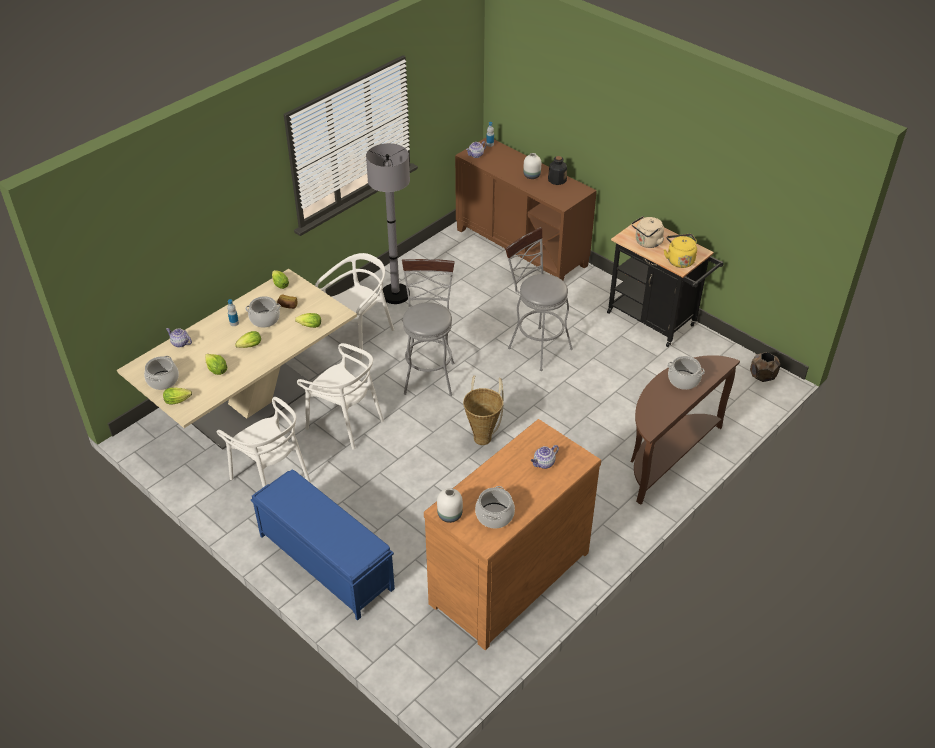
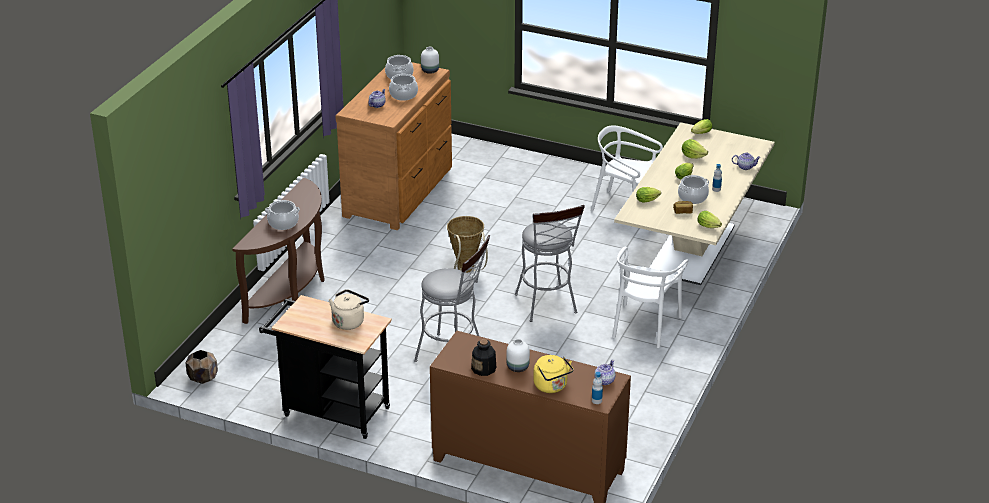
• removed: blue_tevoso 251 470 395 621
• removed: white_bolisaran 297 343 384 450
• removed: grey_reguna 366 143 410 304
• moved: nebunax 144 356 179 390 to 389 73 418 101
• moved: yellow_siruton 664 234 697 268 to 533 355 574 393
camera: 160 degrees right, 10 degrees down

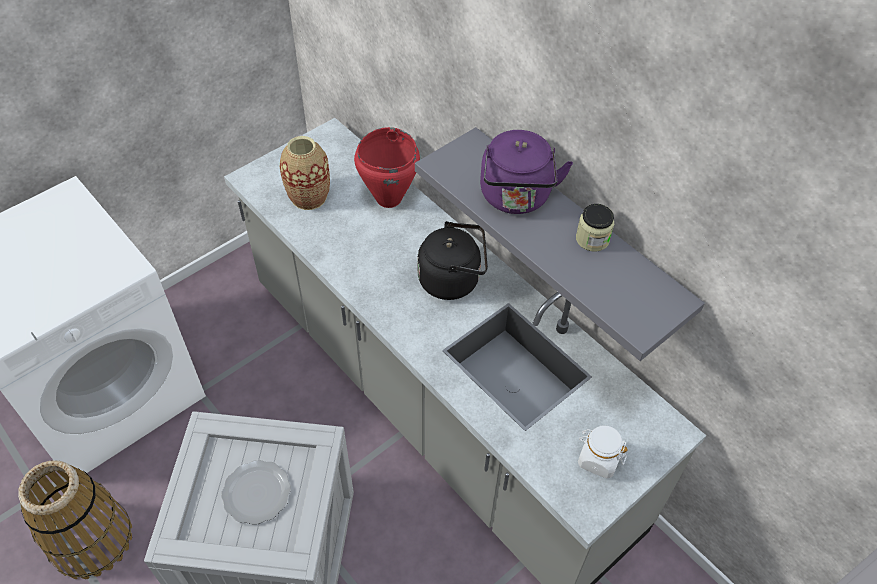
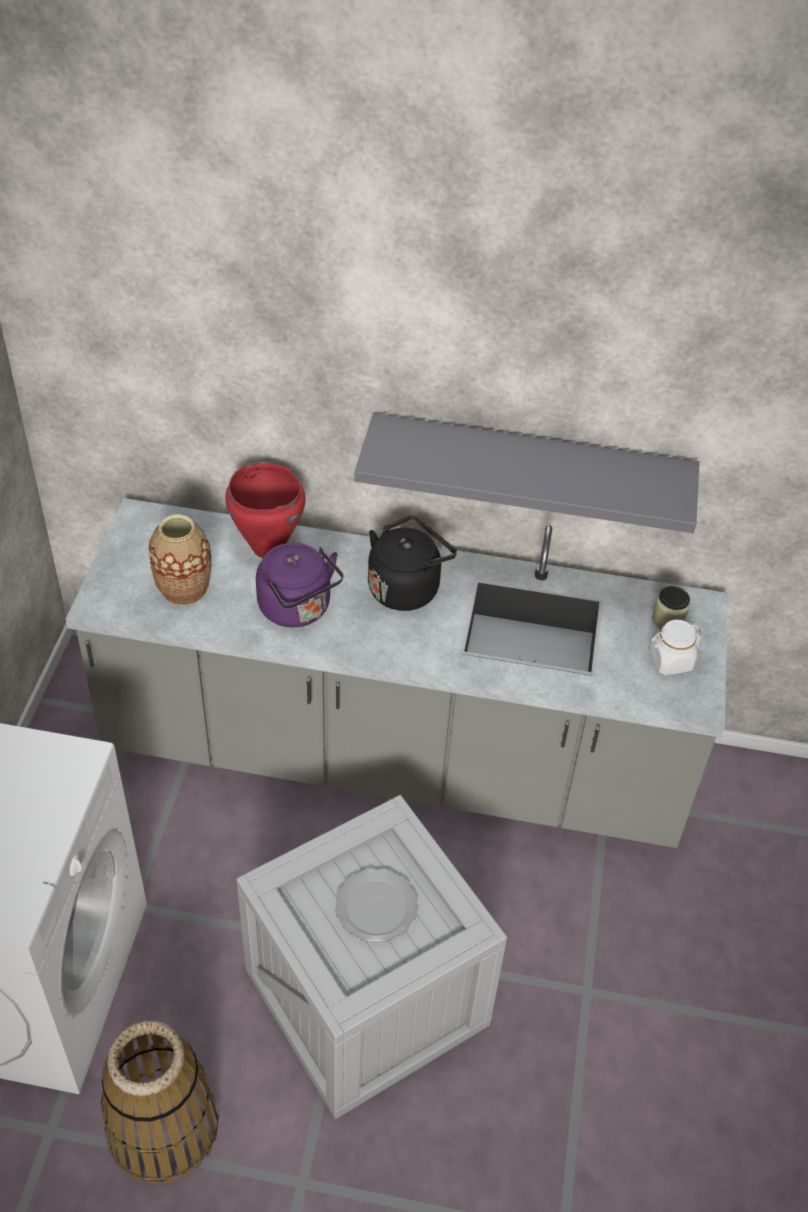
• moved: purple_siruton 480 130 573 214 to 256 543 343 627
• moved: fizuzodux 576 204 614 252 to 652 586 690 629
camera: 40 degrees left, 5 degrees down

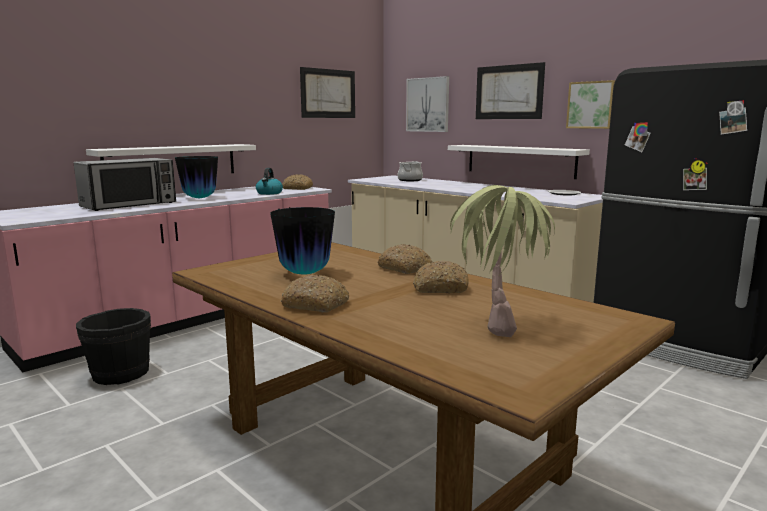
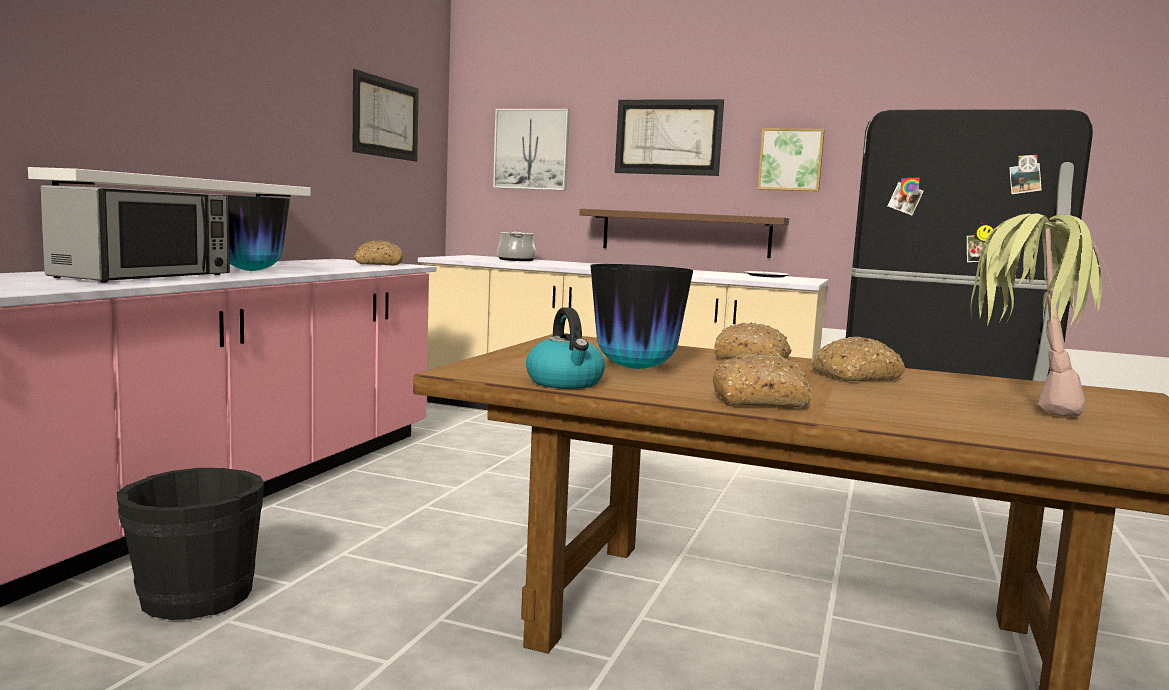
• moved: siruton 256 168 283 195 to 526 308 605 389
• recoloured: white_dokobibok 448 145 590 179 to brown_dokobibok 580 209 789 258
camera: 25 degrees left, 5 degrees down

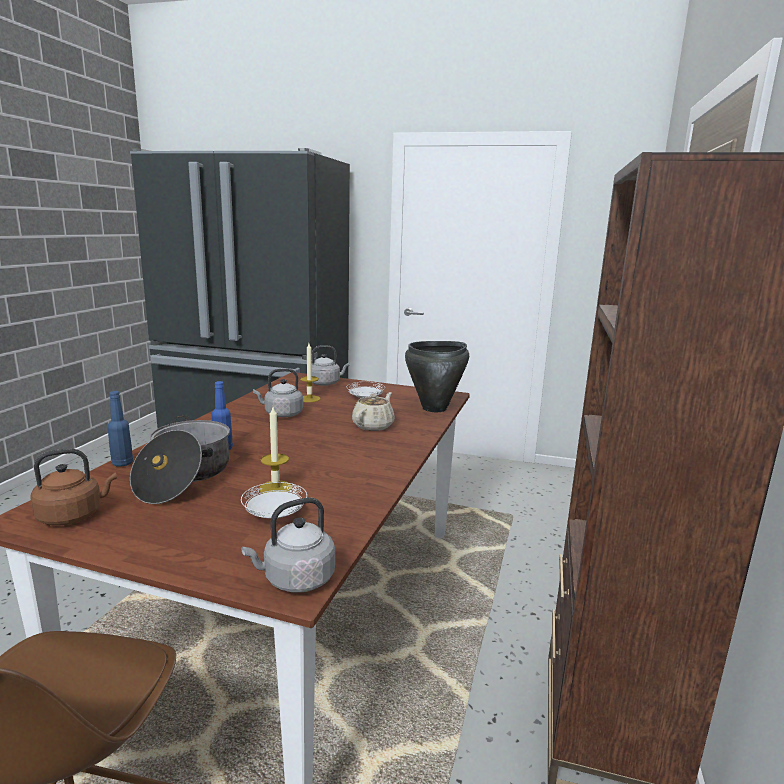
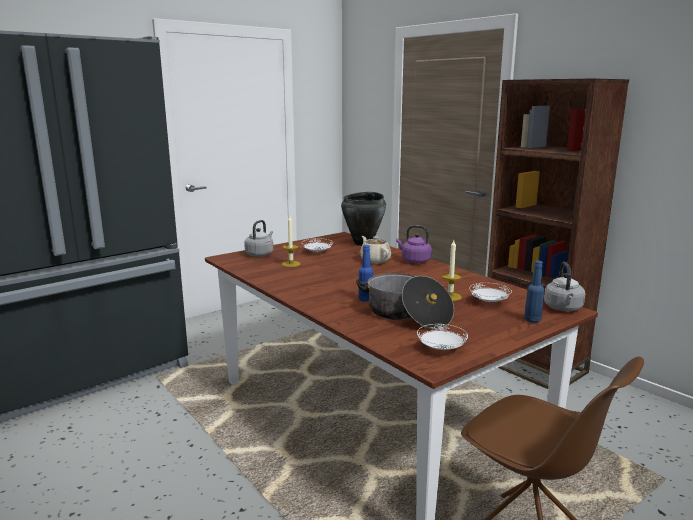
• removed: grey_siruton 253 368 303 417
• added: purple_siruton 396 225 432 263
• moved: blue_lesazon 107 391 133 467 to 524 261 544 323
• replaced: brown_siruton 30 449 117 525 to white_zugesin 417 324 468 350
camera: 55 degrees left, 0 degrees up

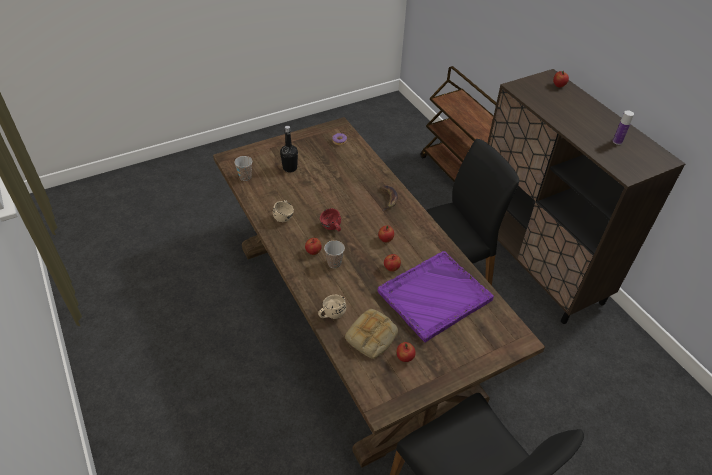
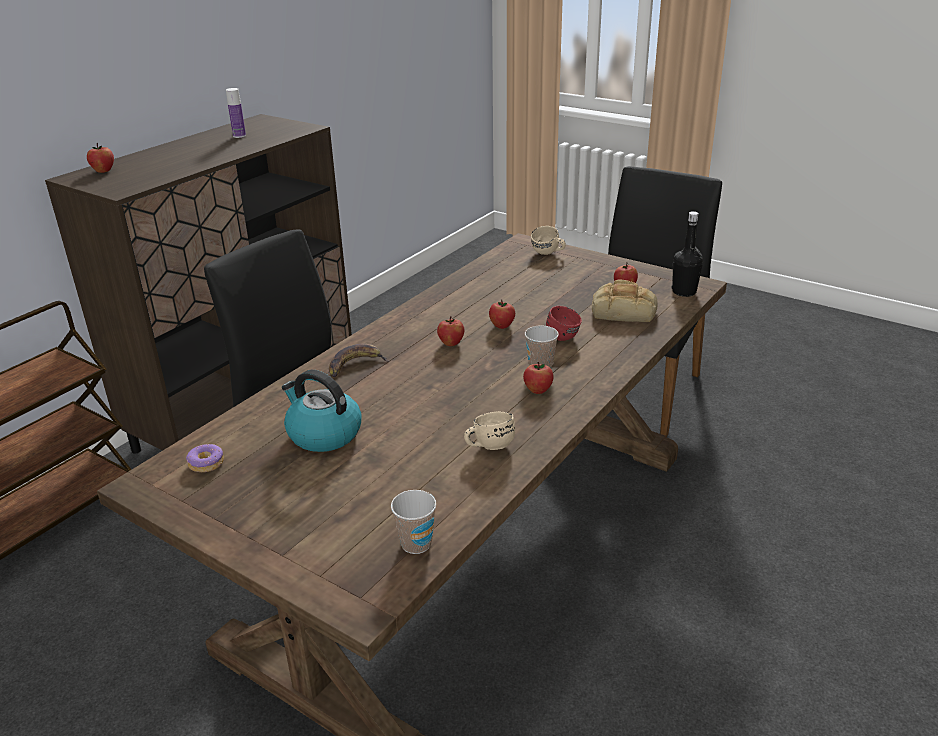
• removed: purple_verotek 378 251 494 343
• added: siruton 282 370 362 452
• moved: black_lesazon 280 126 298 172 to 672 211 703 297
• moved: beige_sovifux 318 295 346 319 to 531 226 566 255
• moved: red_sovifux 320 208 341 231 to 546 306 582 341
camera: 115 degrees left, 15 degrees down

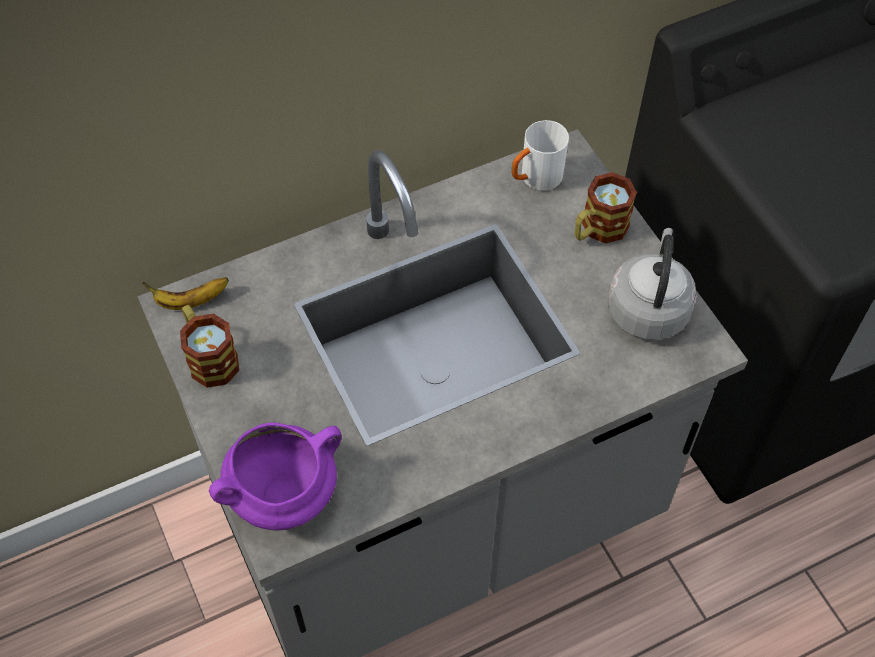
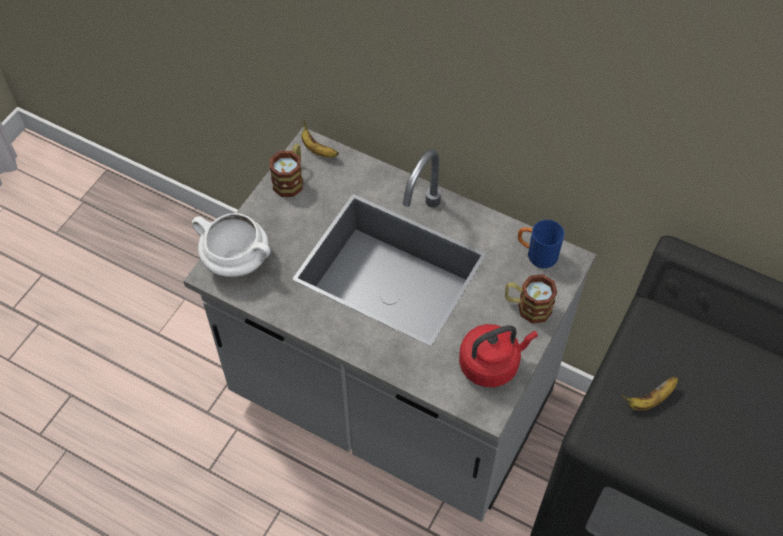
• added: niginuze 621 377 678 411
• recoloured: purple_nebunax 209 422 342 531 to white_nebunax 192 213 271 277
• recoloured: white_sovifux 512 120 569 190 to blue_sovifux 518 220 564 268
• recoloured: grey_siruton 608 228 697 340 to red_siruton 459 324 538 387
camera: 55 degrees right, 0 degrees up

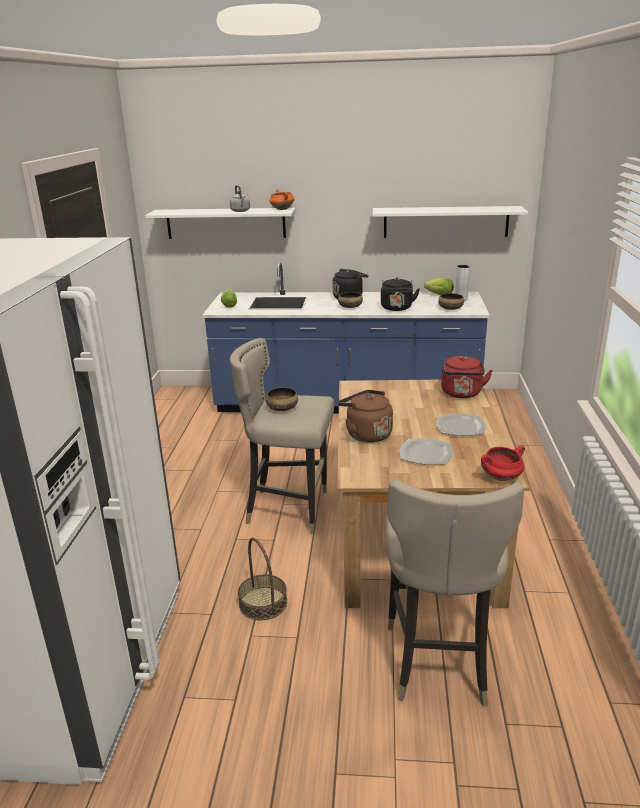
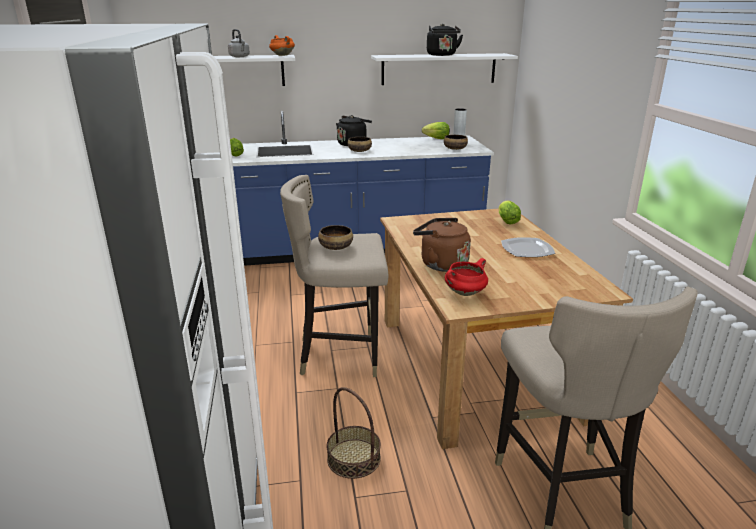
• removed: zugesin 400 439 453 465
• moved: black_siruton 381 278 420 311 to 427 24 463 56
• moved: red_nebunax 481 445 525 481 to 445 258 488 296
• replaced: red_siruton 441 356 493 398 to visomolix 499 201 521 225
camera: 15 degrees left, 0 degrees up

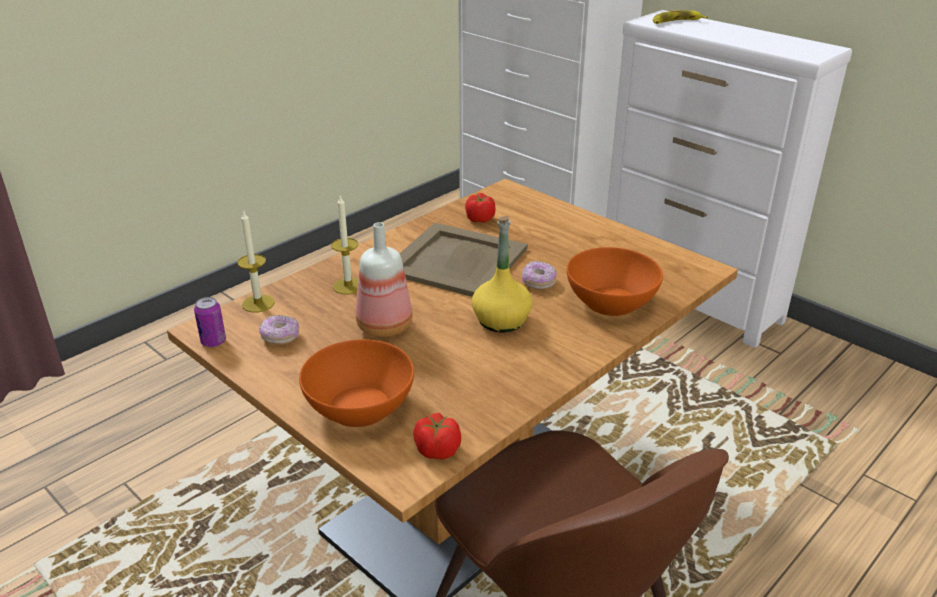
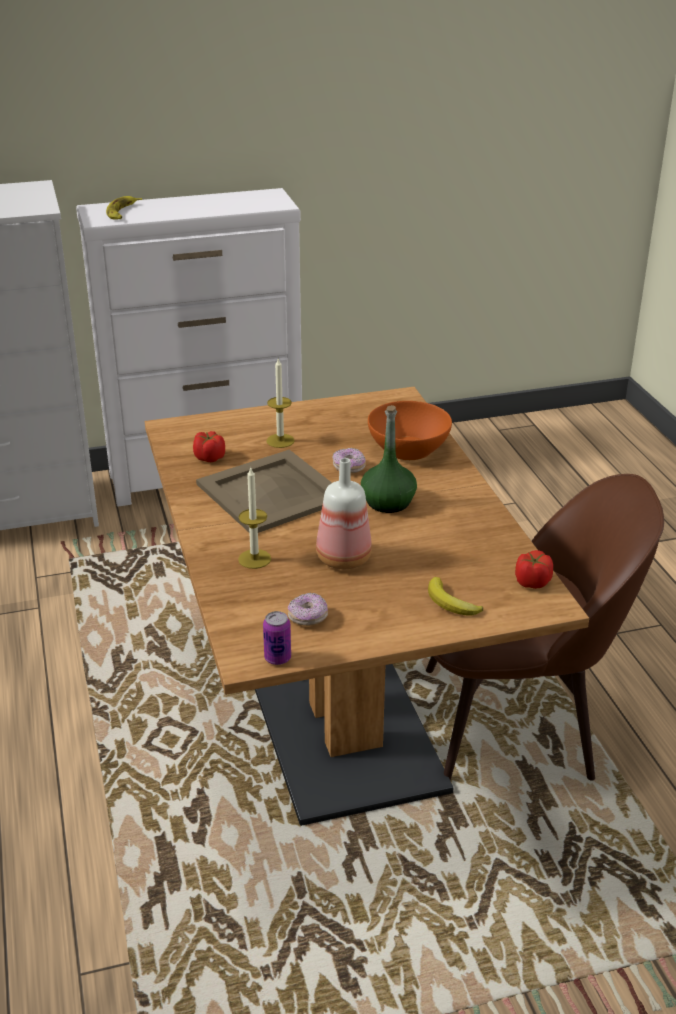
• moved: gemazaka 237 210 275 313 to 266 359 295 448
• replaced: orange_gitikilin 299 339 414 427 to niginuze 428 577 483 615
• recoloured: yellow_lesazon 472 216 533 332 to green_lesazon 361 405 417 513
camera: 60 degrees left, 0 degrees up

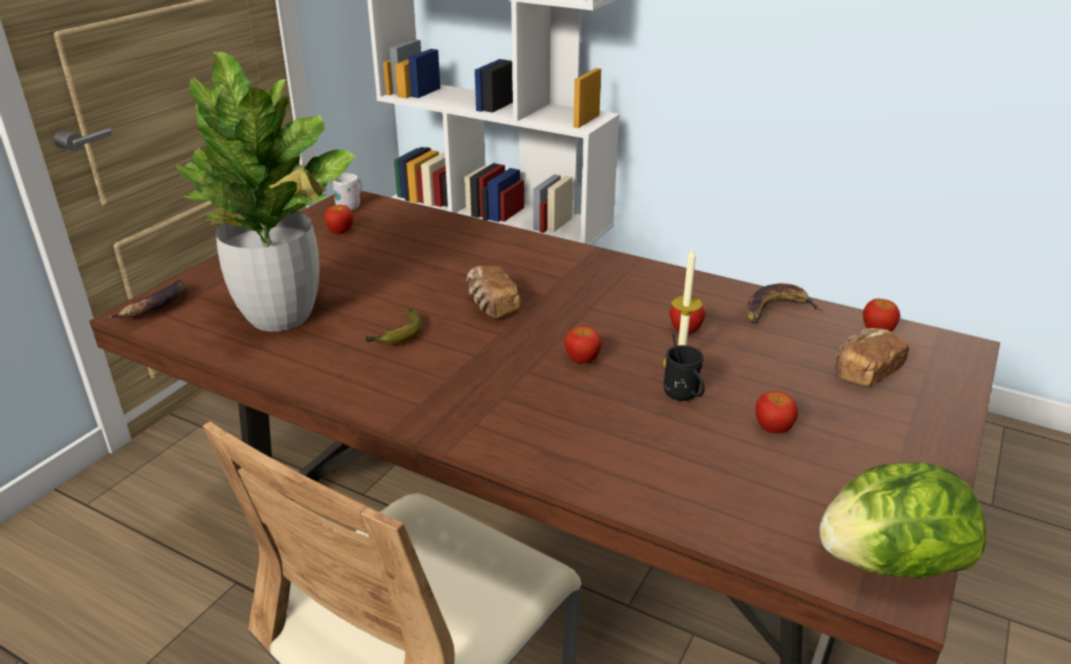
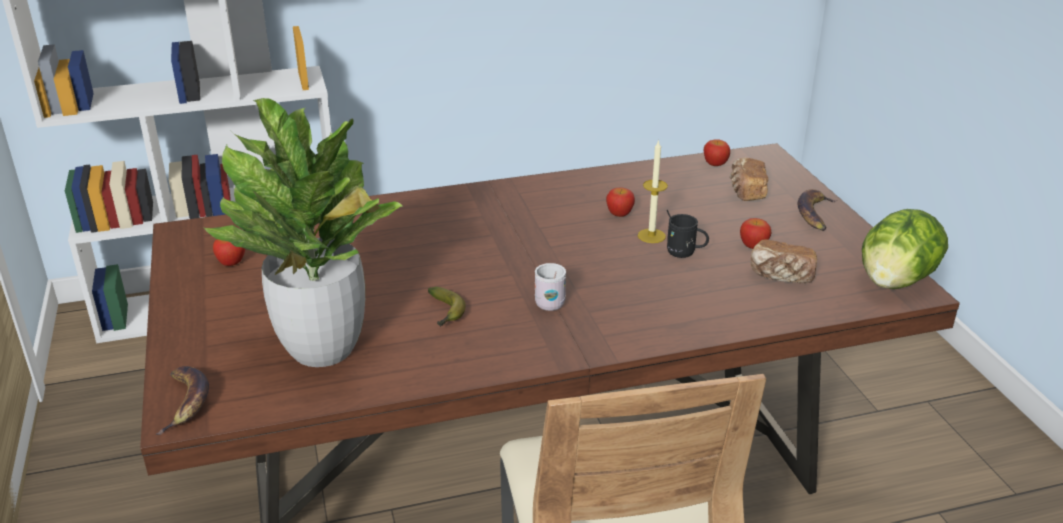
• removed: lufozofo 565 326 602 364
• moved: white_sovifux 332 173 362 211 to 535 263 566 311
• moved: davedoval 466 266 521 318 to 750 239 817 283
• moved: niginuze 746 283 823 324 to 797 189 837 231
camera: 45 degrees left, 0 degrees up

